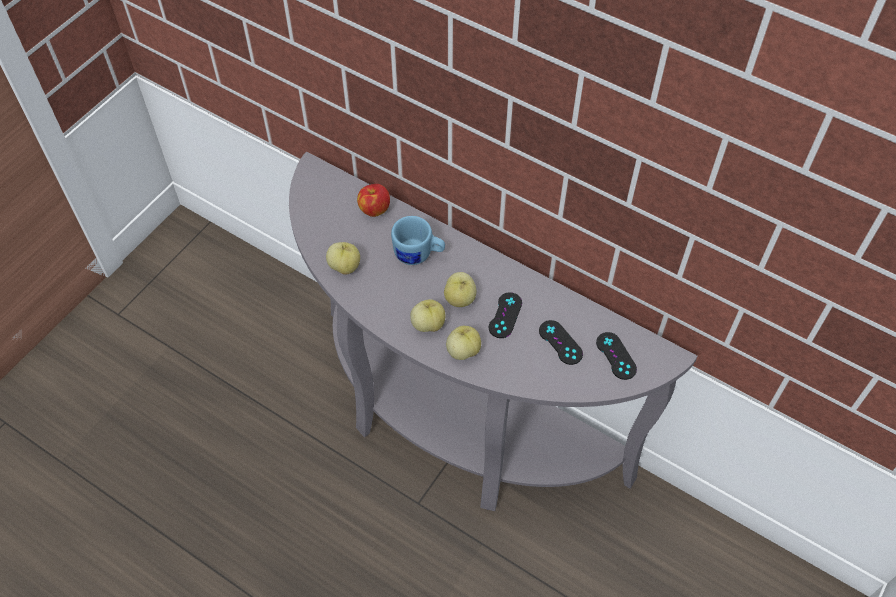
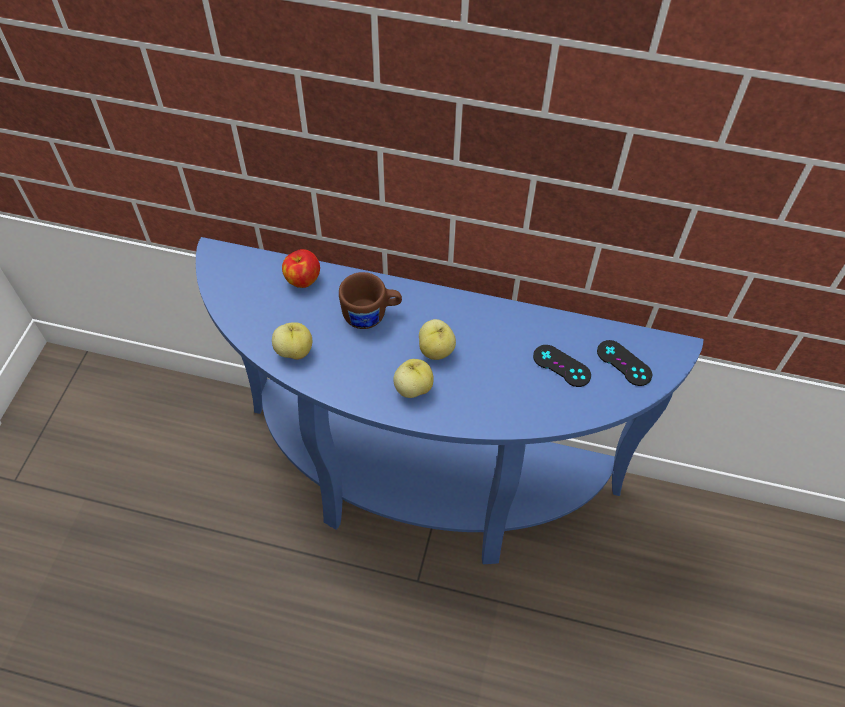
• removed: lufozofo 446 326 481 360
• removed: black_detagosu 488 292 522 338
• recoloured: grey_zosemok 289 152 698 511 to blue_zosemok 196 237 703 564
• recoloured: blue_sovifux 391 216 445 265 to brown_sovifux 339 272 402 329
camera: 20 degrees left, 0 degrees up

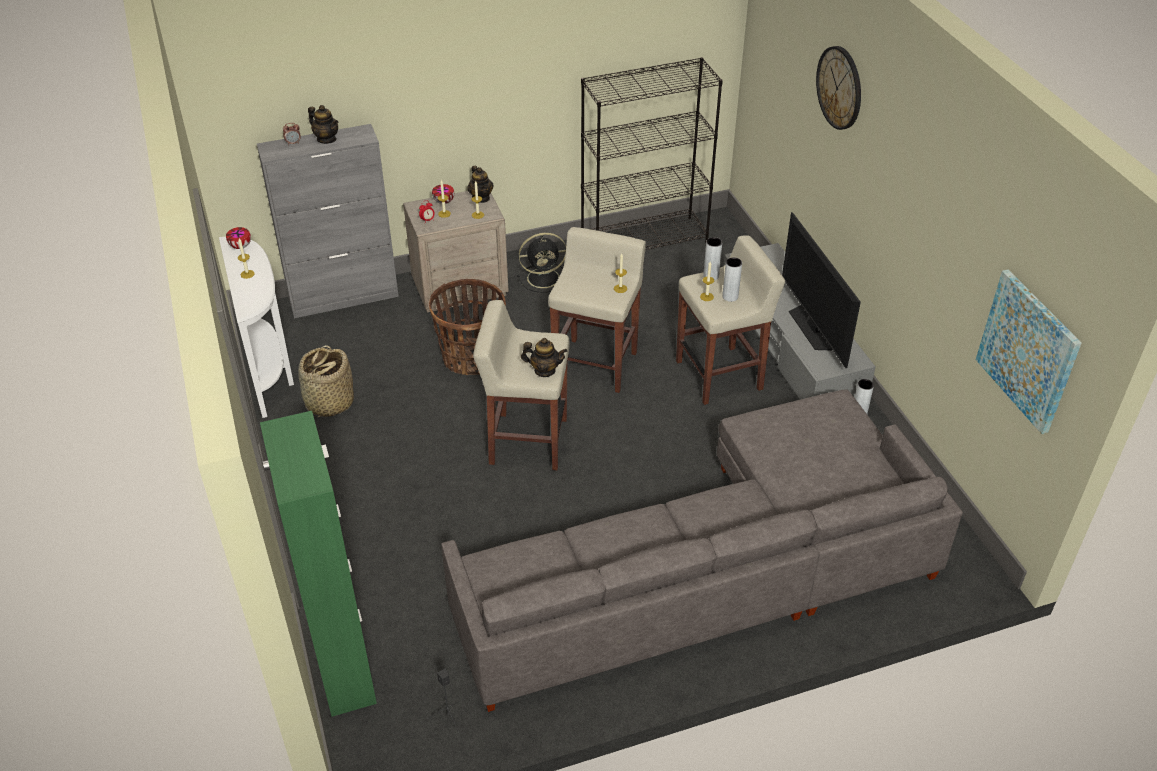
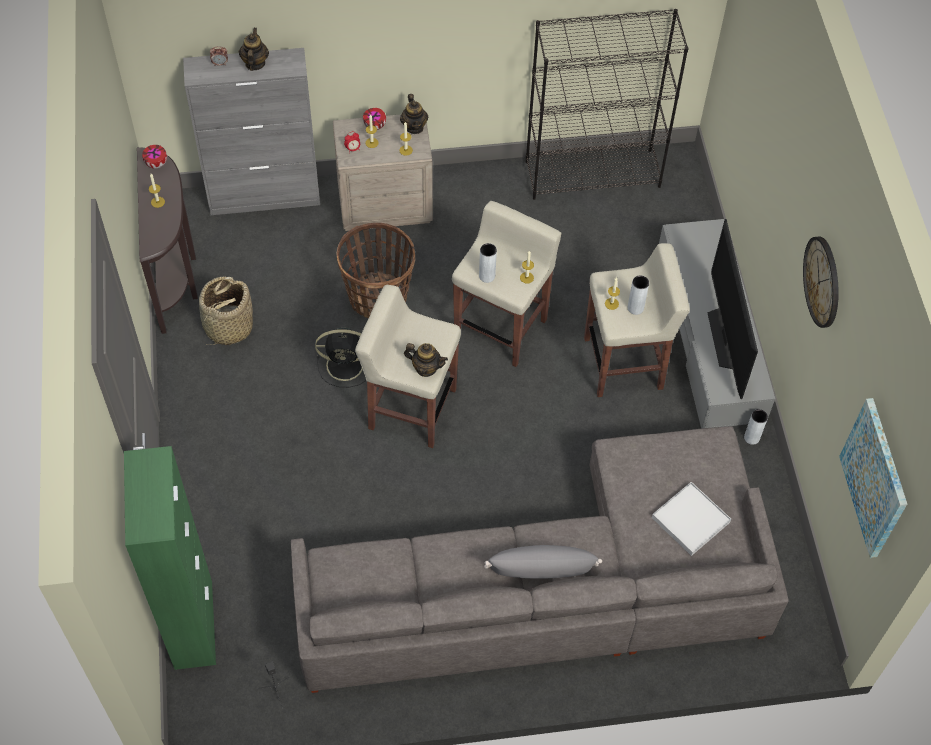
• added: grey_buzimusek 484 545 602 579
• added: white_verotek 652 482 731 556
• moved: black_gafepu 517 233 566 293 to 315 328 366 387
• moved: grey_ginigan 703 237 722 280 to 479 243 497 283
• moved: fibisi 816 46 861 130 to 803 236 839 328
• recoloured: white_zosemok 219 237 294 418 to brown_zosemok 137 147 198 334
• turned: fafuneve 308 105 338 144 = 239 28 269 71 135 degrees counterclockwise
camera: 10 degrees right, 15 degrees up

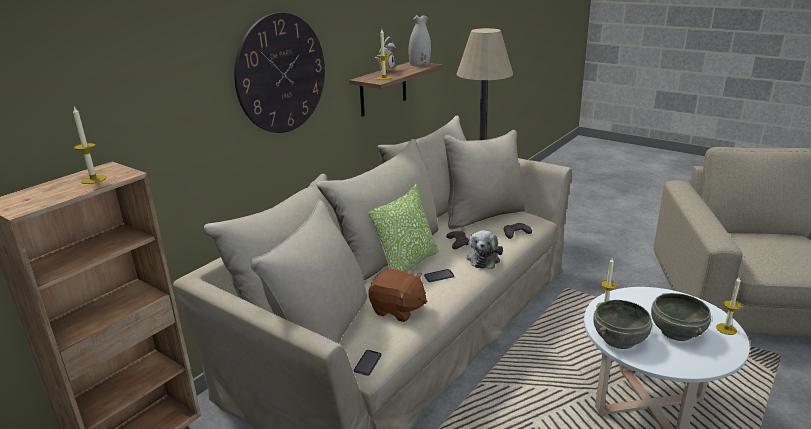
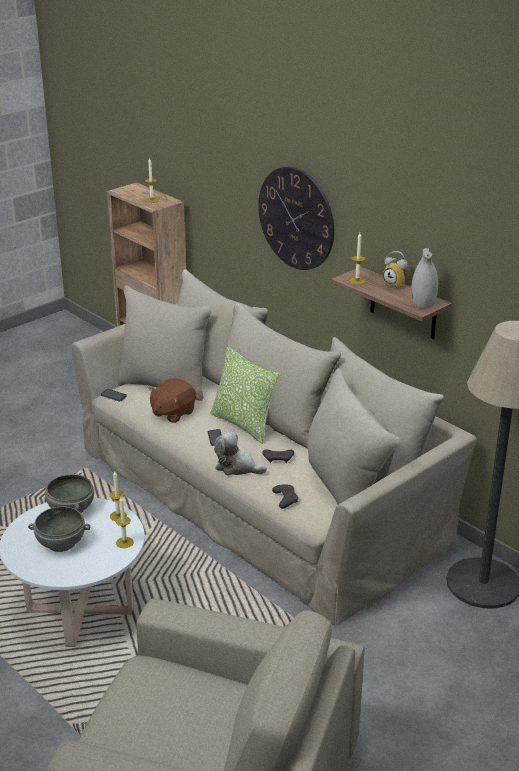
• moved: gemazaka 716 277 741 335 to 116 497 134 548
camera: 100 degrees right, 5 degrees up

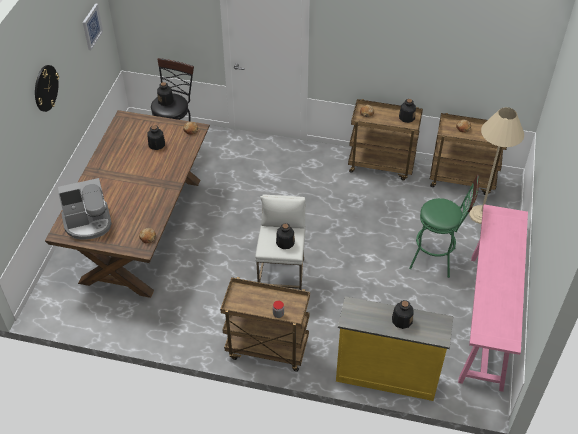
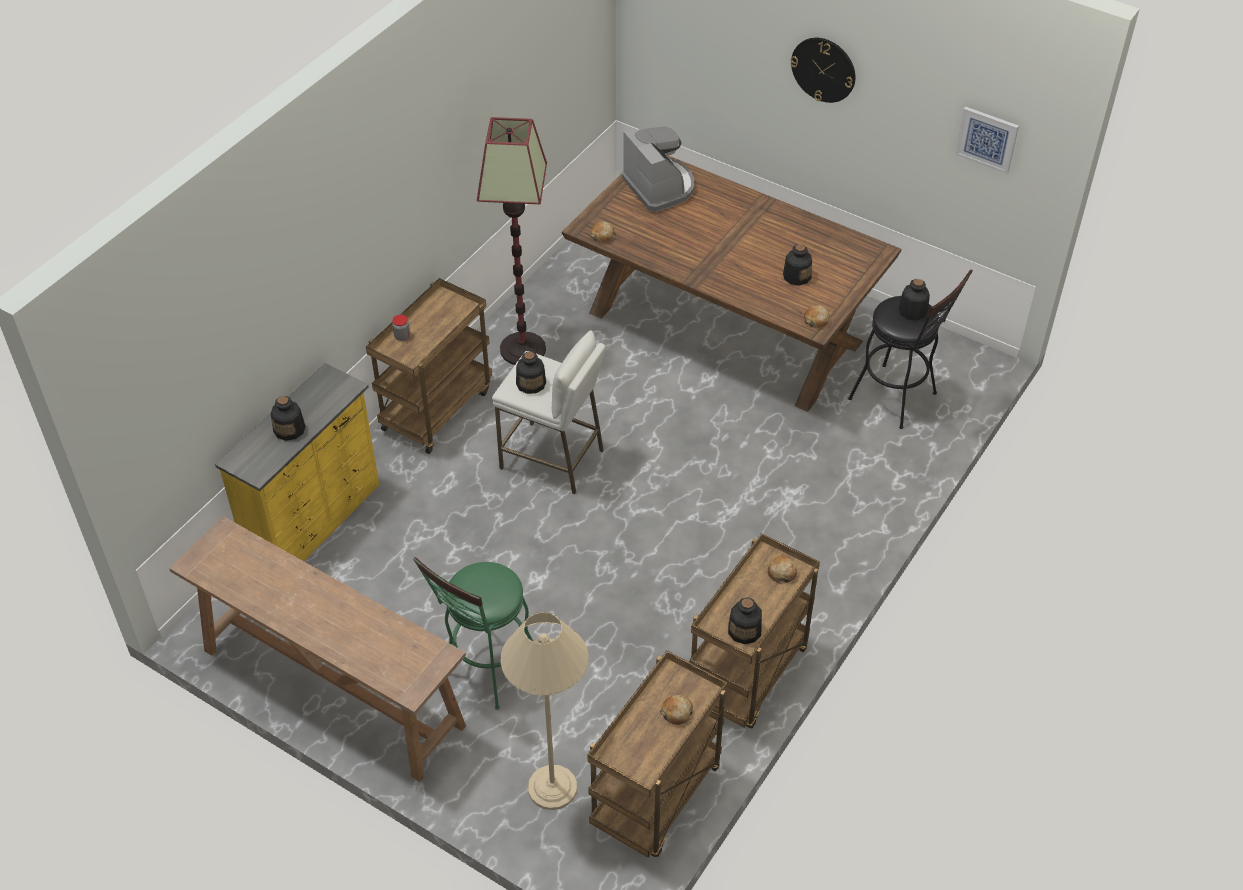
• added: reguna 477 117 547 365
• recoloured: pink_zosemok 458 204 528 392 to brown_zosemok 169 516 466 782
• turned: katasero 58 178 112 240 = 622 127 694 212 150 degrees clockwise
camera: 110 degrees right, 0 degrees up

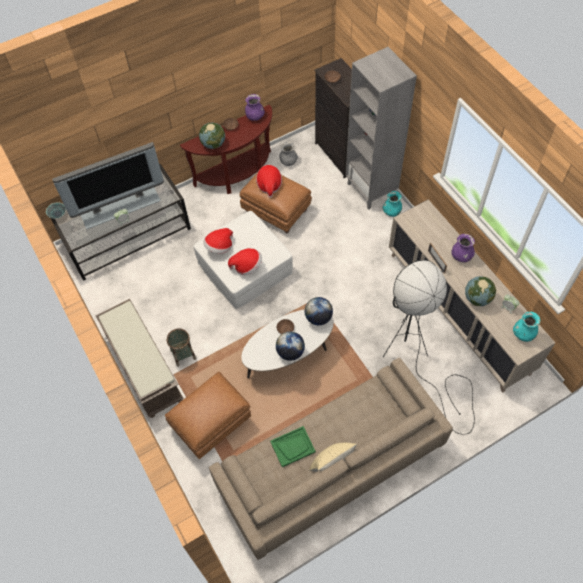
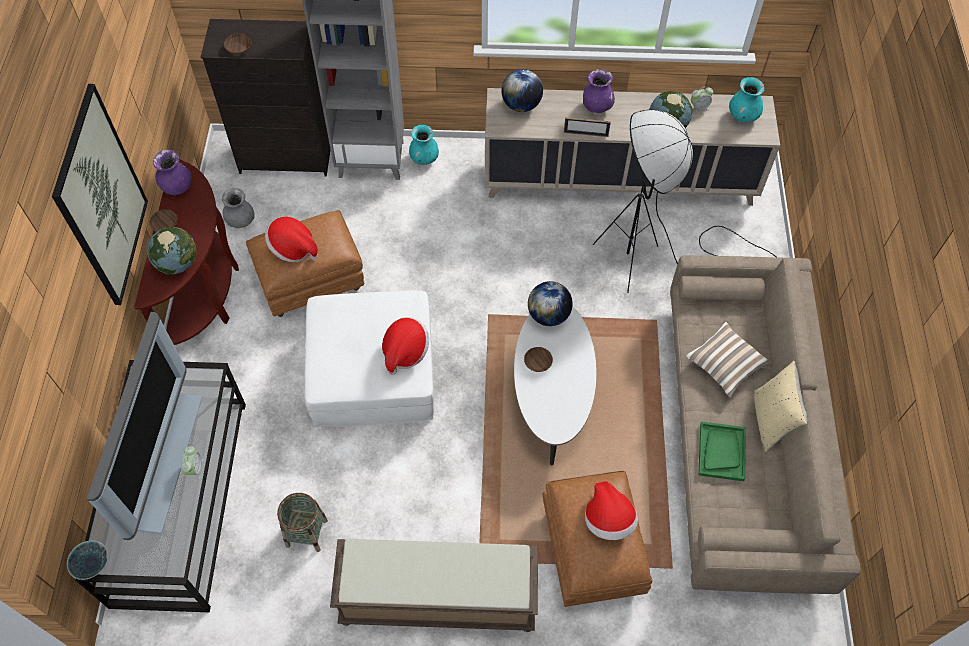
• added: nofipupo 52 84 148 305
• added: buzimusek 685 322 772 398
• moved: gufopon 167 328 196 367 to 277 493 328 552
• moved: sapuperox 203 228 233 254 to 585 481 638 540
• moved: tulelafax 276 331 305 361 to 501 69 543 112
camera: 60 degrees left, 0 degrees up

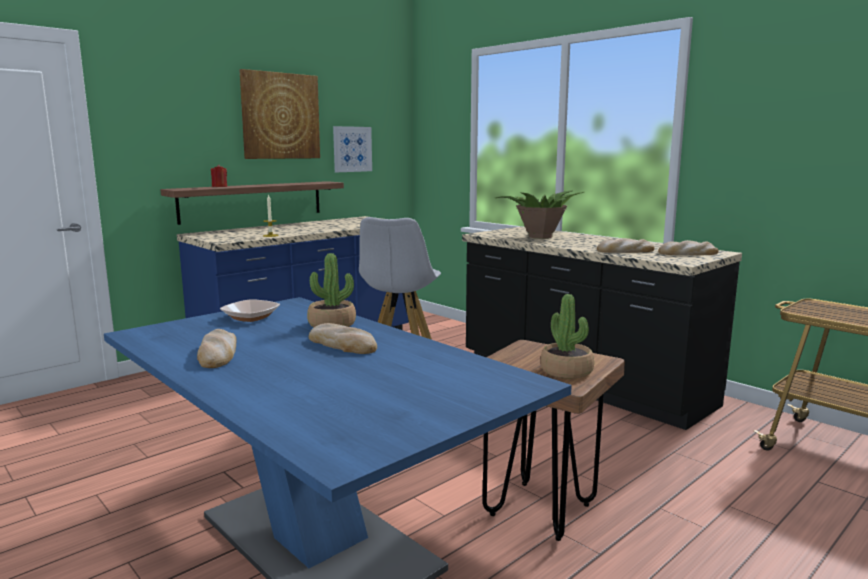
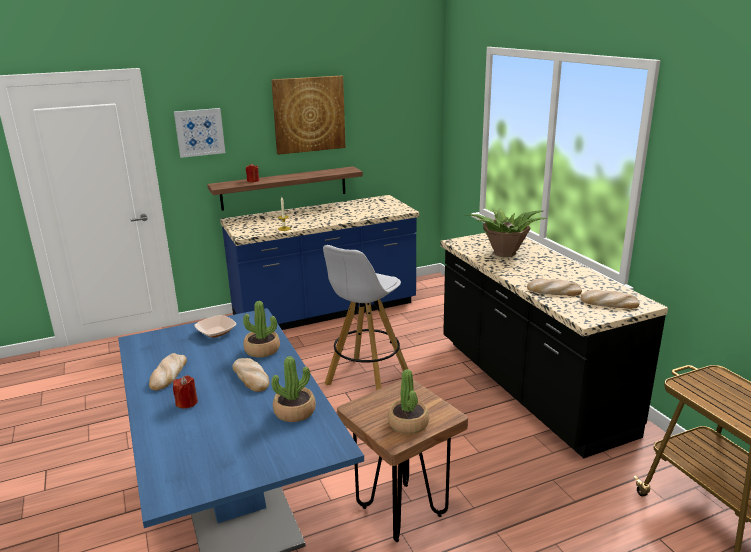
• added: red_gemazaka 173 376 198 409
• added: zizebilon 271 356 316 422
• moved: nofipupo 333 126 372 172 to 174 108 225 158
camera: 20 degrees right, 10 degrees up

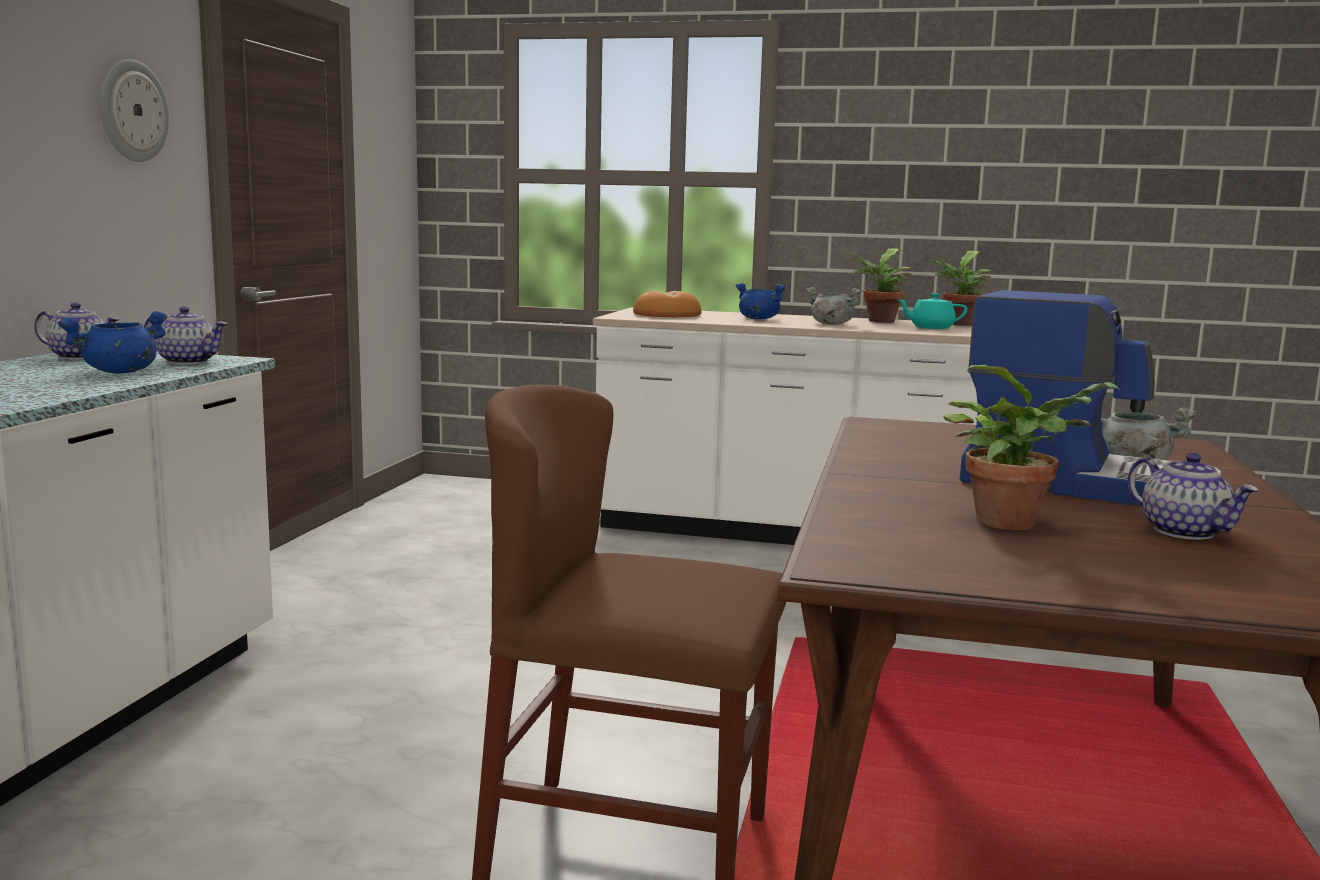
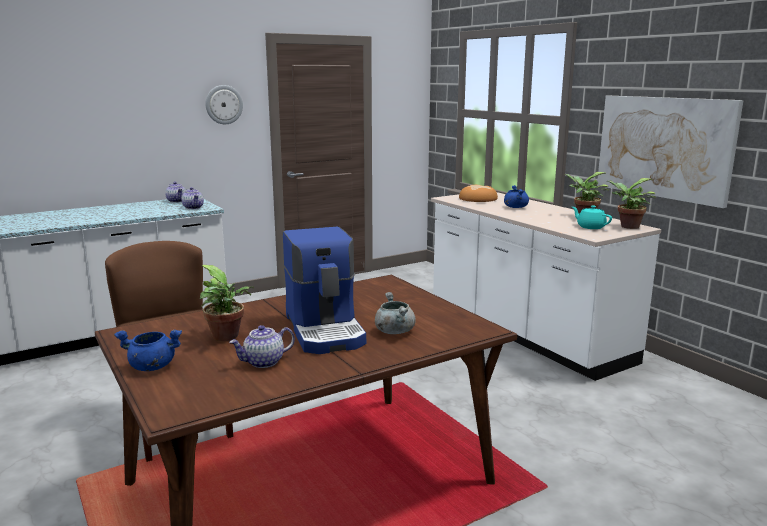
• removed: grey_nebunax 806 287 862 325
• added: nofipupo 597 96 744 208
• moved: blue_nebunax 58 311 168 374 to 114 330 182 371
• turned: fafuneve 1128 453 1259 540 = 229 325 295 368 45 degrees clockwise
camera: 45 degrees right, 5 degrees up

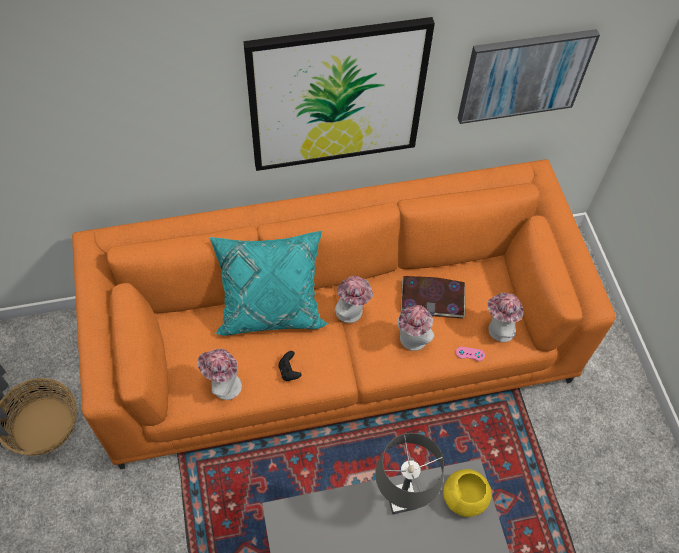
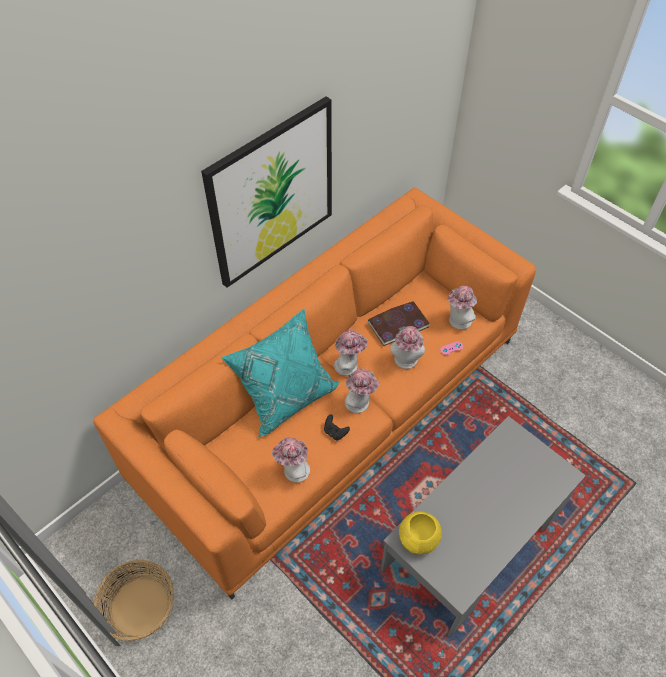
• removed: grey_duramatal 375 433 444 514
• removed: nofipupo 458 29 600 124
• added: sapuperox 345 368 379 413
• moved: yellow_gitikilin 443 469 492 517 to 399 511 442 554
camera: 30 degrees left, 5 degrees down

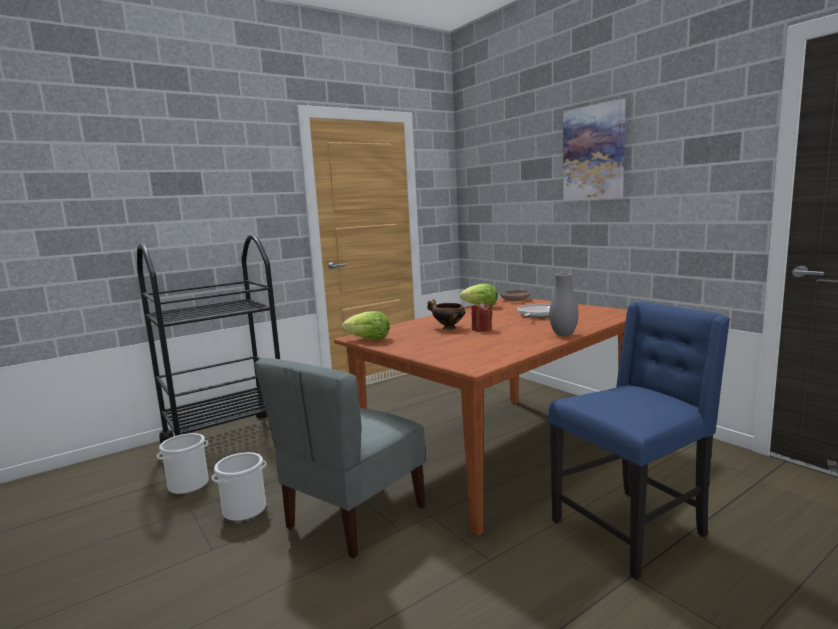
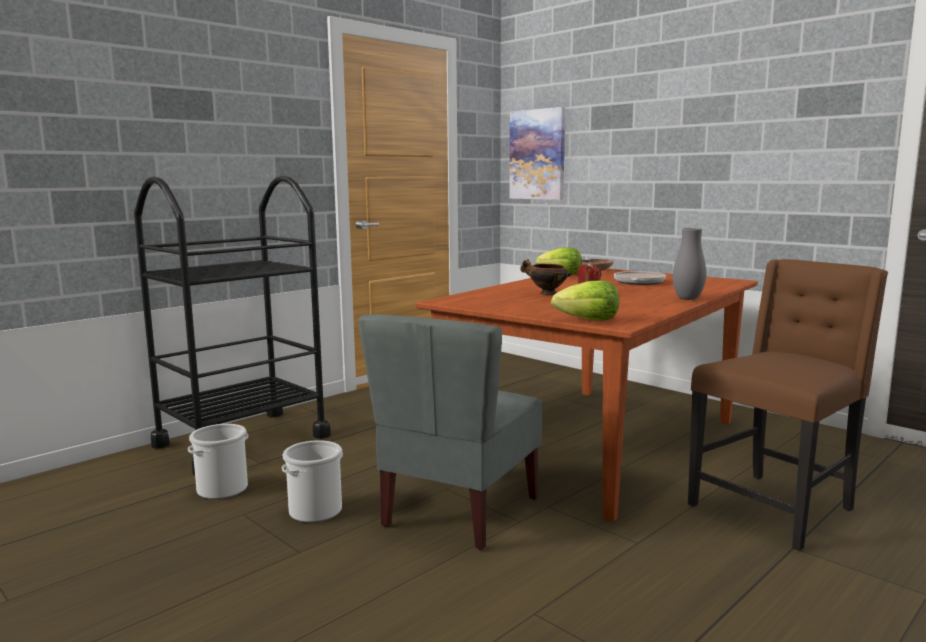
• moved: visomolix 342 311 390 340 to 551 280 619 321
• moved: nofipupo 563 99 626 201 to 509 107 565 200
• recoloured: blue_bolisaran 548 302 730 580 to brown_bolisaran 688 259 888 550
camera: 10 degrees left, 0 degrees up

